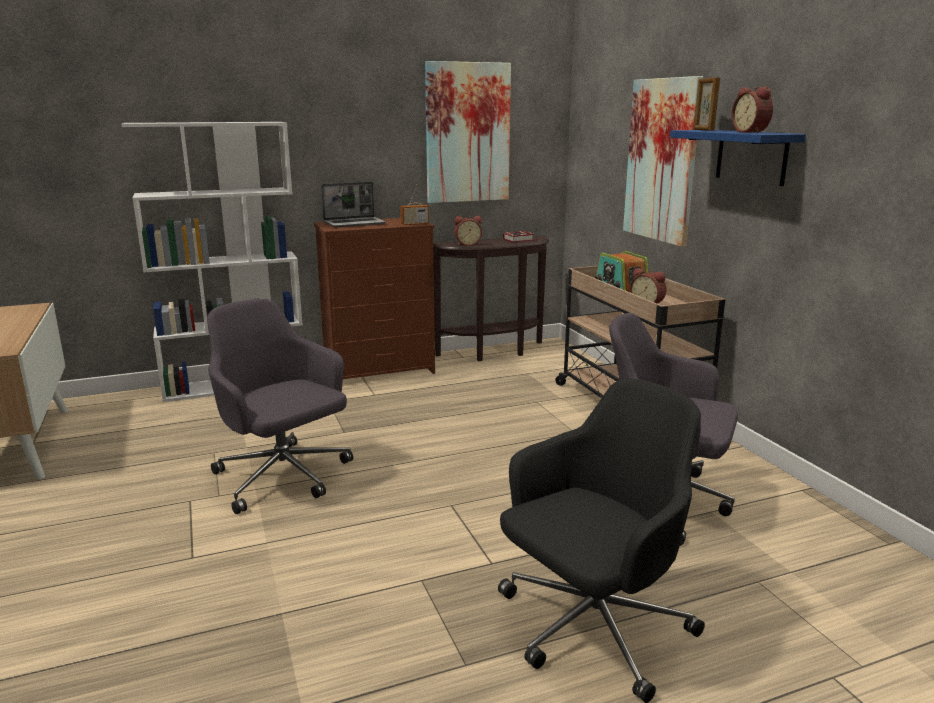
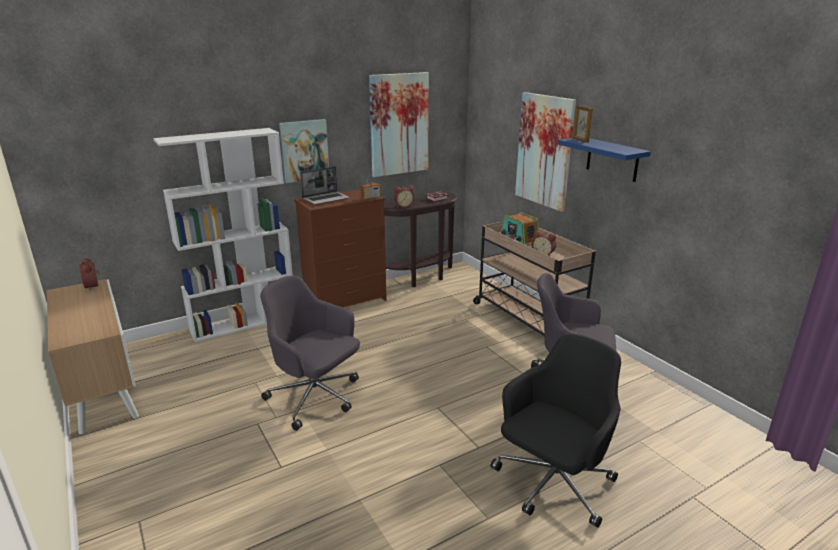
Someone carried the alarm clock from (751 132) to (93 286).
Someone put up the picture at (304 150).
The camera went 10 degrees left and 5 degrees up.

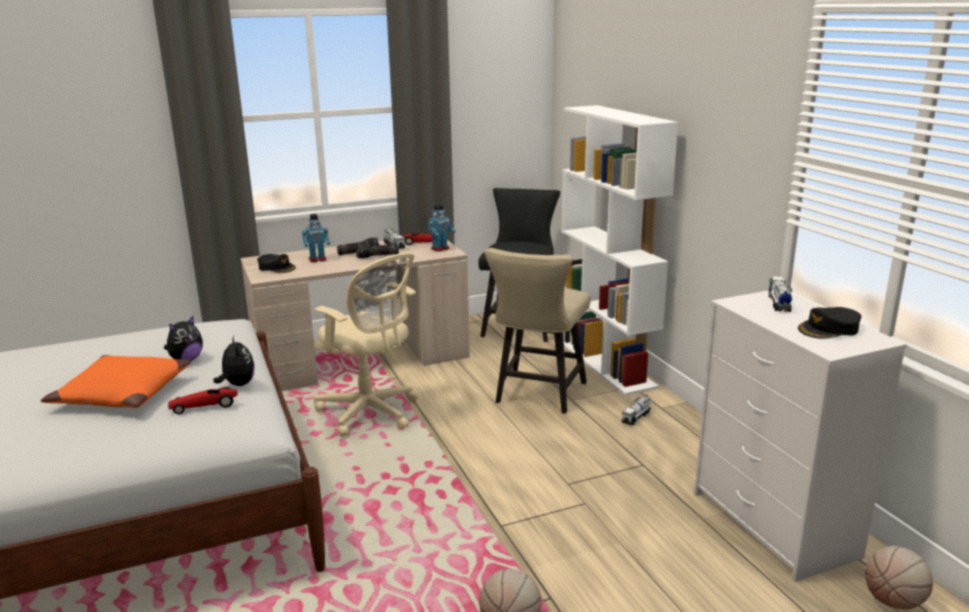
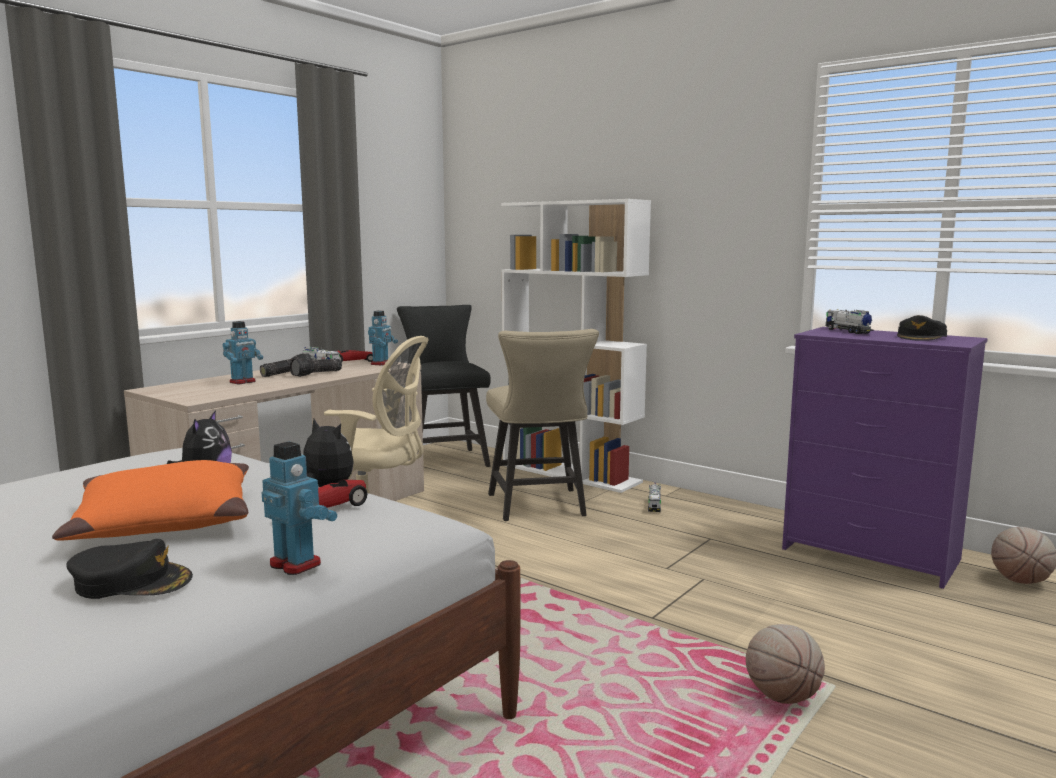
Someone carried the black cap from (277 267) to (132 581).
Someone repainted the white dresser at (775 525), which became the purple dresser at (871 554).
Someone put down the toy robot at (296 564).
The camera went 30 degrees left and 10 degrees down.

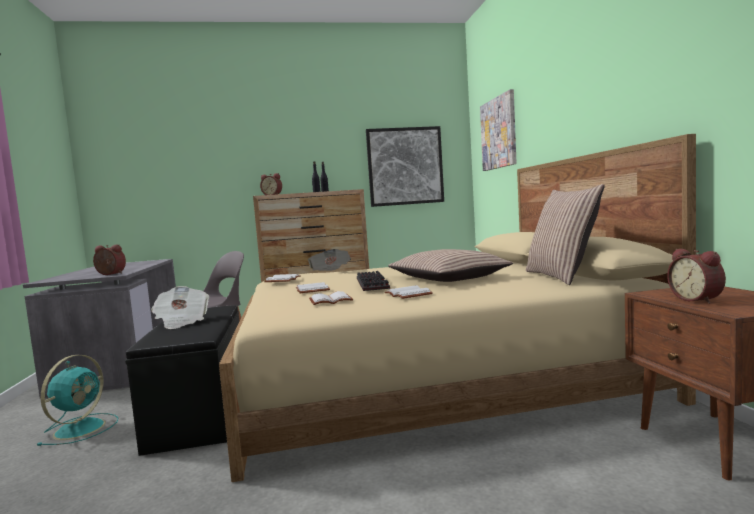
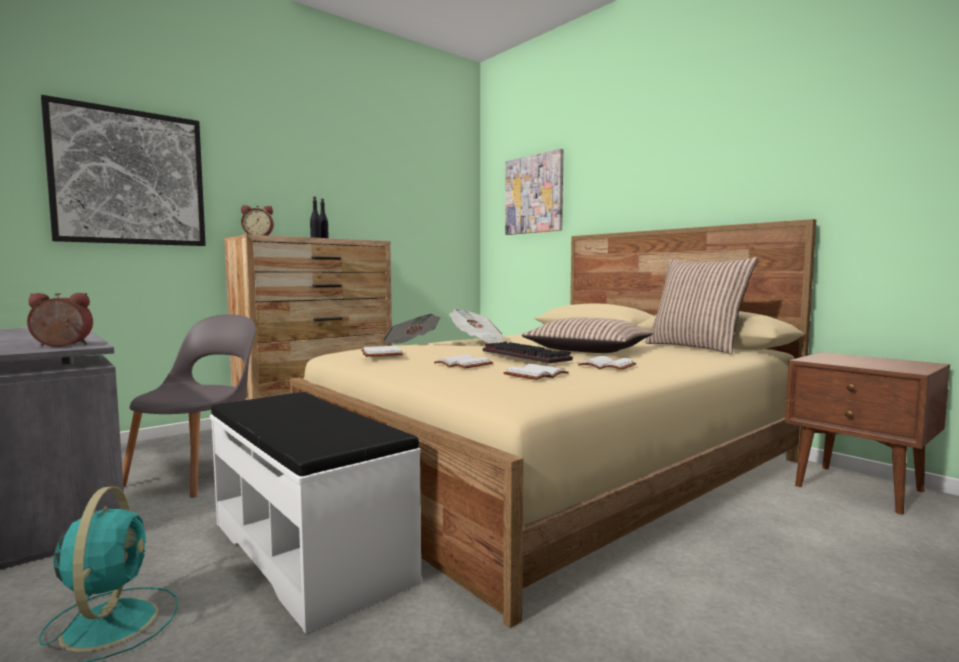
Someone carried the picture from (405 166) to (129 177).
Someone took away the alarm clock at (697 299).
Someone carried the newspaper from (182 322) to (478 341).
Someone repainted the black bench at (202 409), which became the white bench at (310 550).
The camera went 30 degrees left and 0 degrees up.

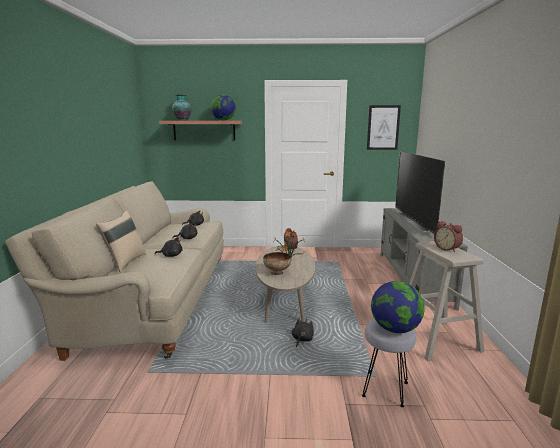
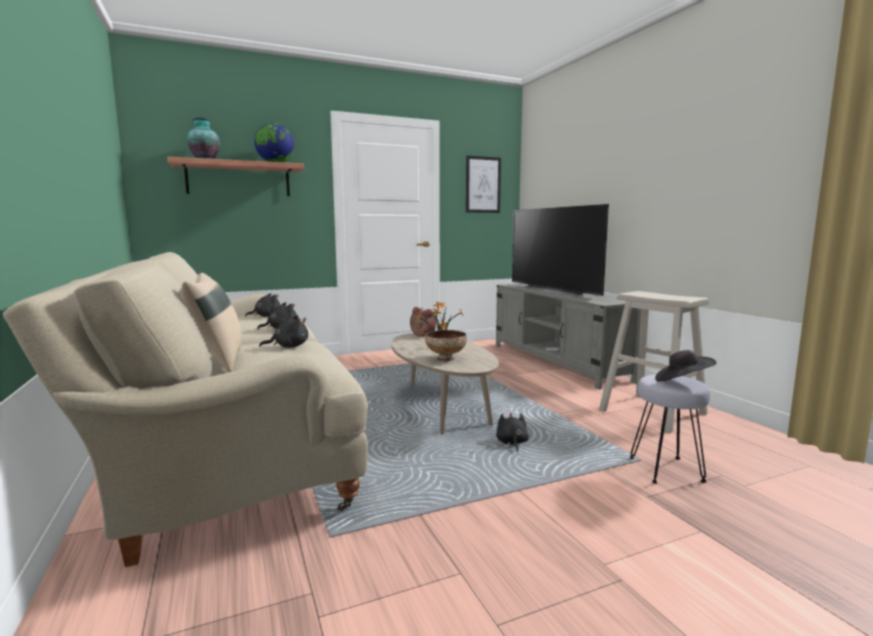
Someone took away the alarm clock at (447 248).
Someone swapped the globe at (395 329) for the black hat at (682 382).
The camera went 25 degrees left and 5 degrees down.

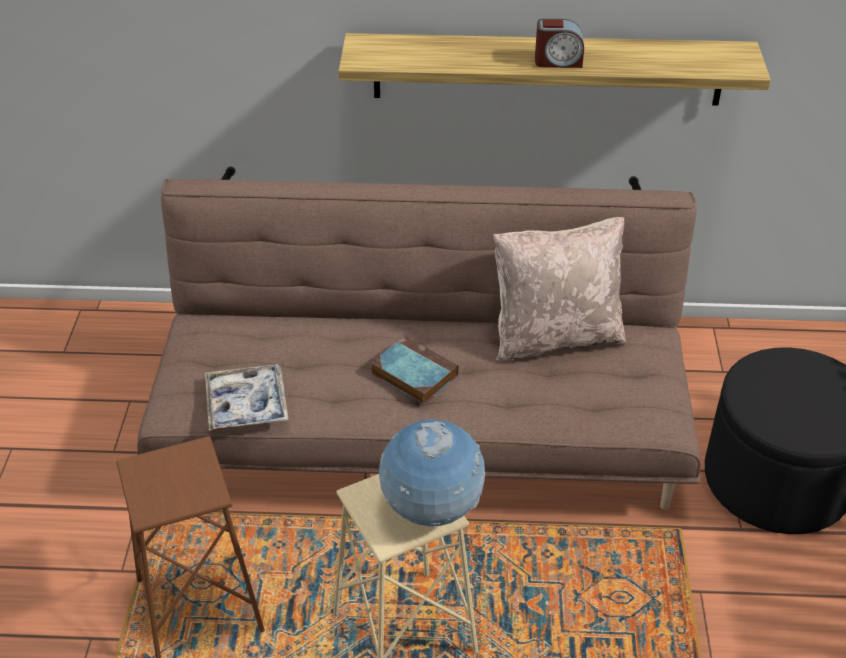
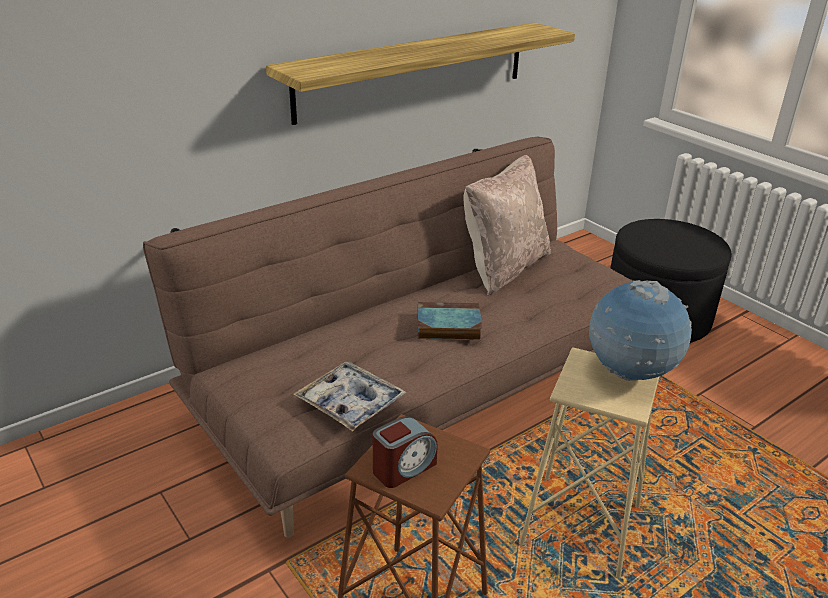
Someone carried the alarm clock from (558 61) to (403 468).
The camera went 40 degrees left and 10 degrees down.

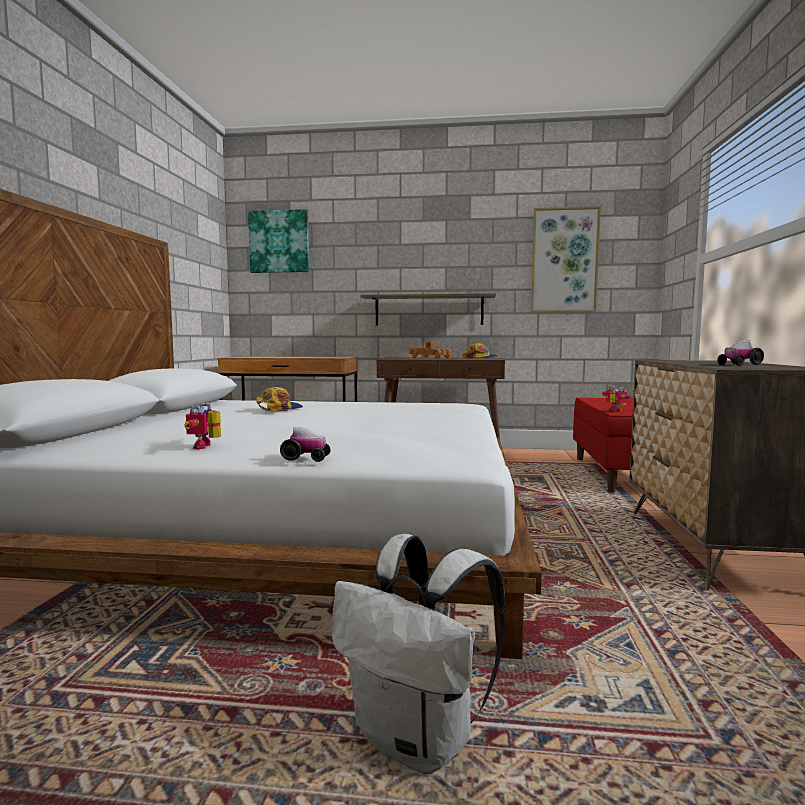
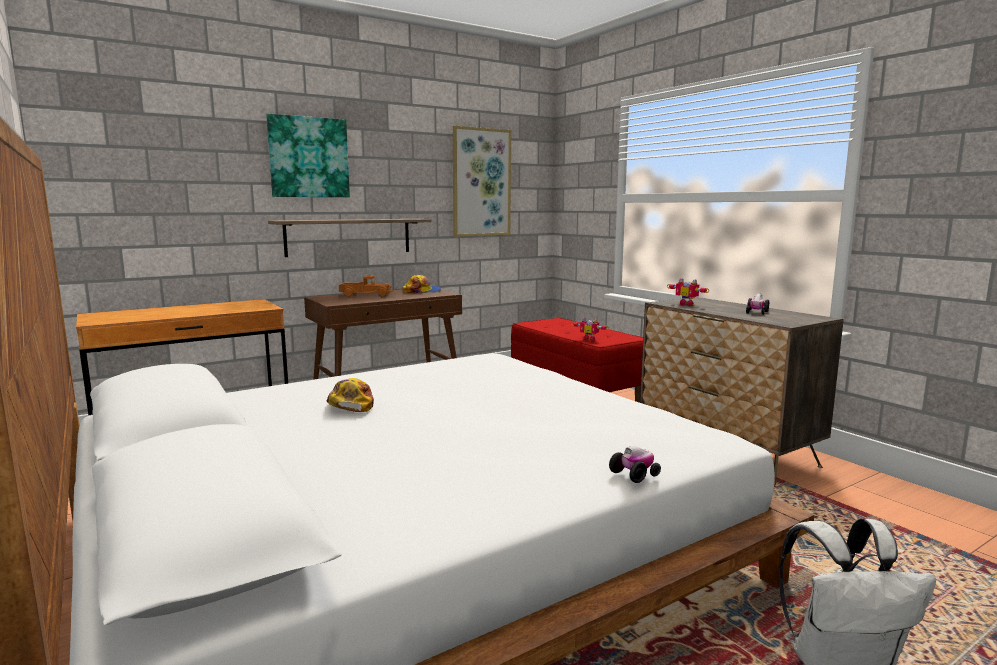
Someone carried the picture from (279 242) to (308 157).
Someone carried the toy robot from (207 446) to (688 304).
The camera went 40 degrees left and 5 degrees up.

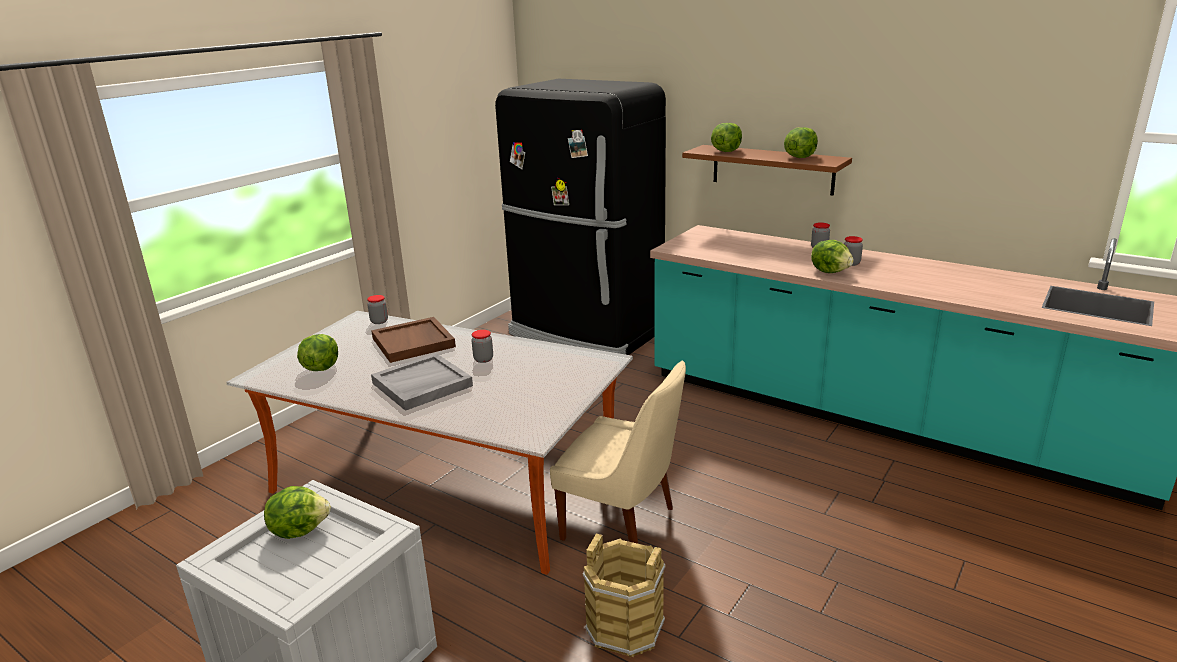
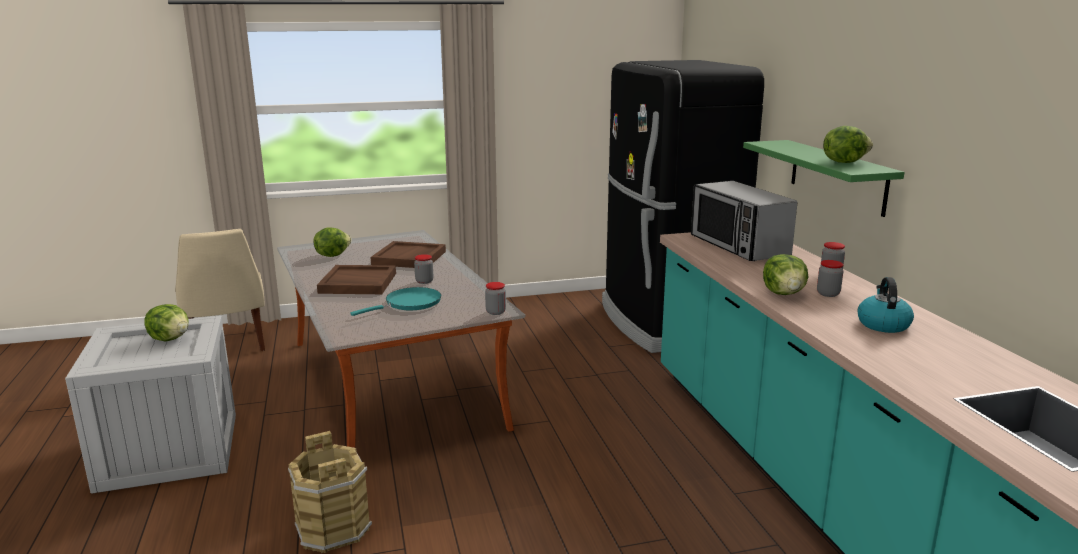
Someone took away the lettuce at (726 151).
Someone repainted the brown shelf at (772 169), which became the green shelf at (837 176).
Someone carried the jar from (379 321) to (495 312).
Someone repainted the grey tray at (422 385), which became the brown tray at (357 283).
Someone carried the beige chair from (622 525) to (227 346).
Someone put down the microwave at (738 246).
Someone put down the kettle at (882 324).
Someone put down the turquoise frying pan at (409 304).
The camera went 40 degrees right and 5 degrees down.

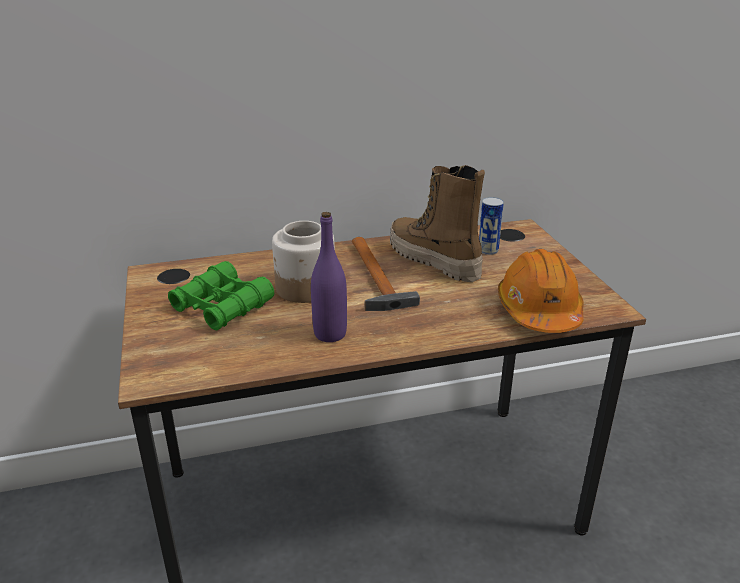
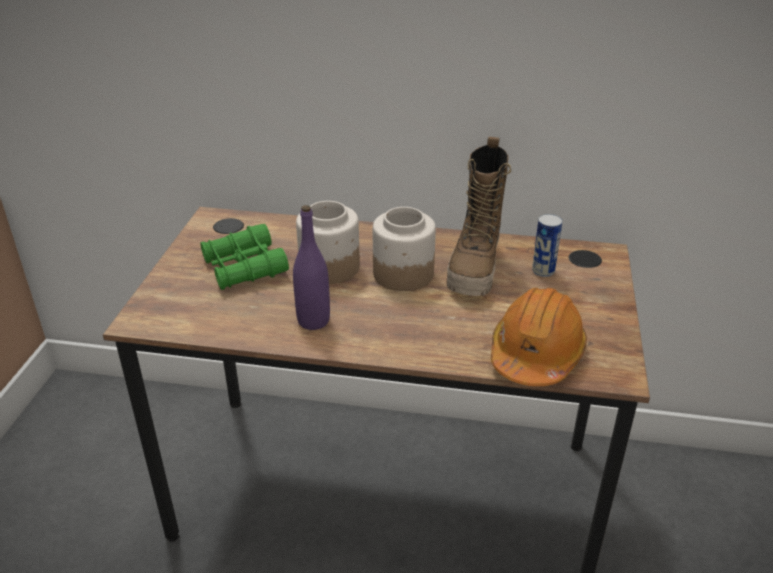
Someone rotated the boot at (433 261) by 150 degrees counterclockwise.
Someone swapped the hammer at (376 278) for the jar at (402 274).
The camera went 25 degrees right and 5 degrees up.

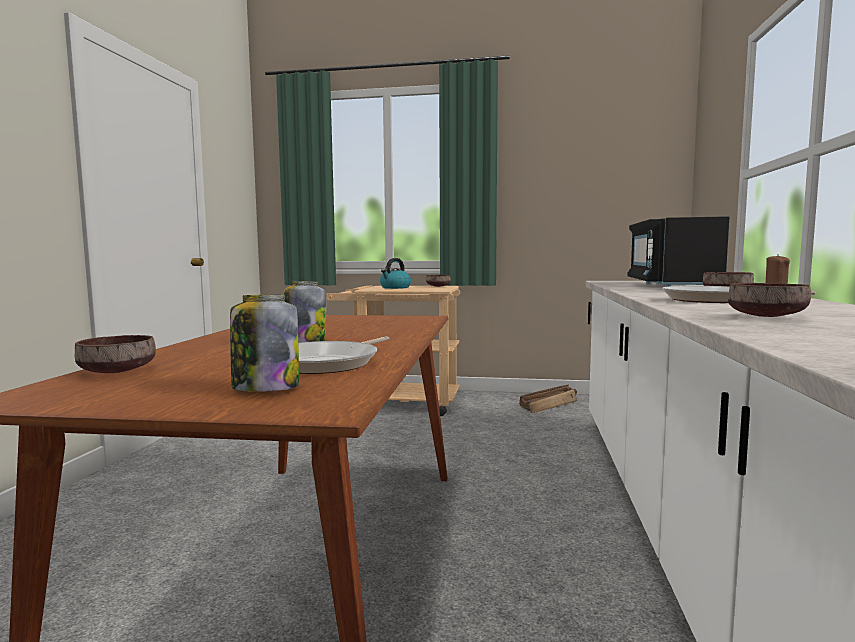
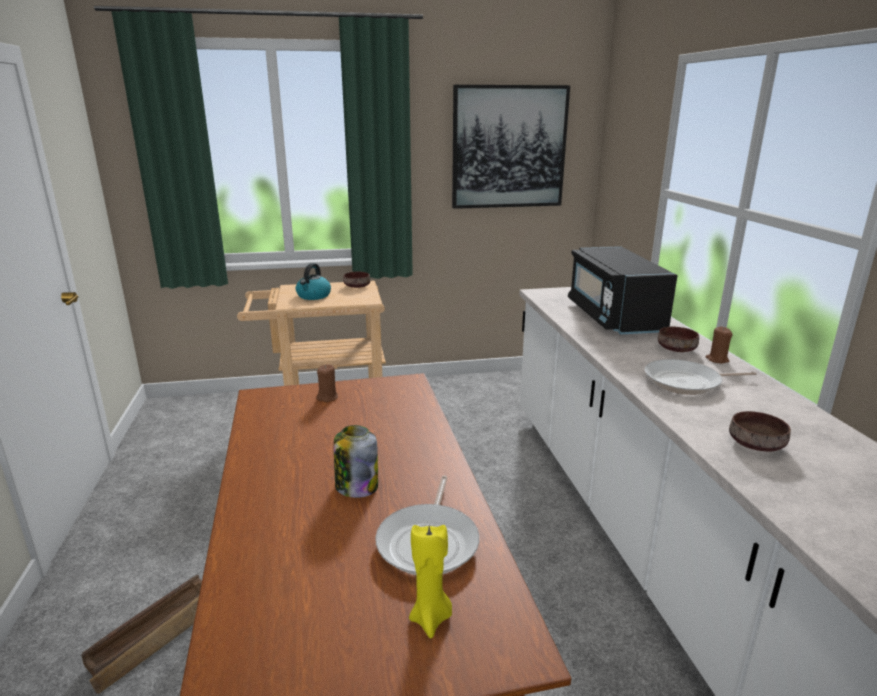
Someone swapped the jar at (265 388) for the yellow candle at (431 619).
Someone took away the brown bowl at (116 371).
Someone carried the crate from (550 405) to (154 637).
Someone put up the picture at (509 147).
Someone put down the brown candle at (327 397).
The camera went 20 degrees left and 15 degrees up.

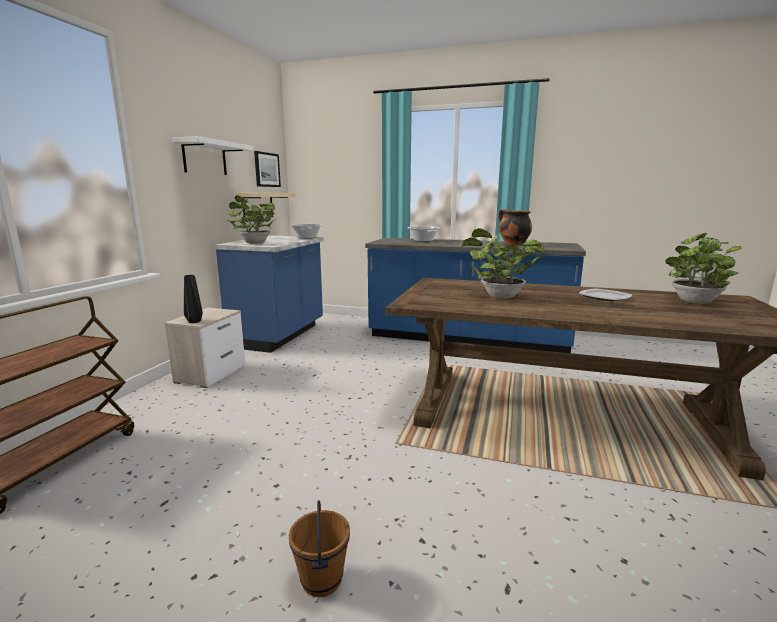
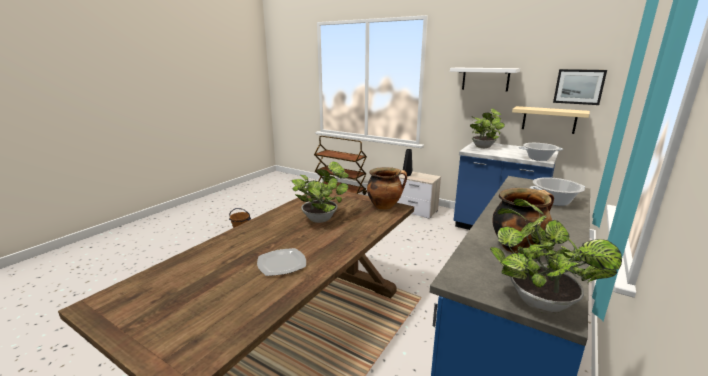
Someone carried the potted plant from (694 302) to (536 300).
Someone put down the cooking pot at (385 206).
The camera went 105 degrees right and 5 degrees up.

